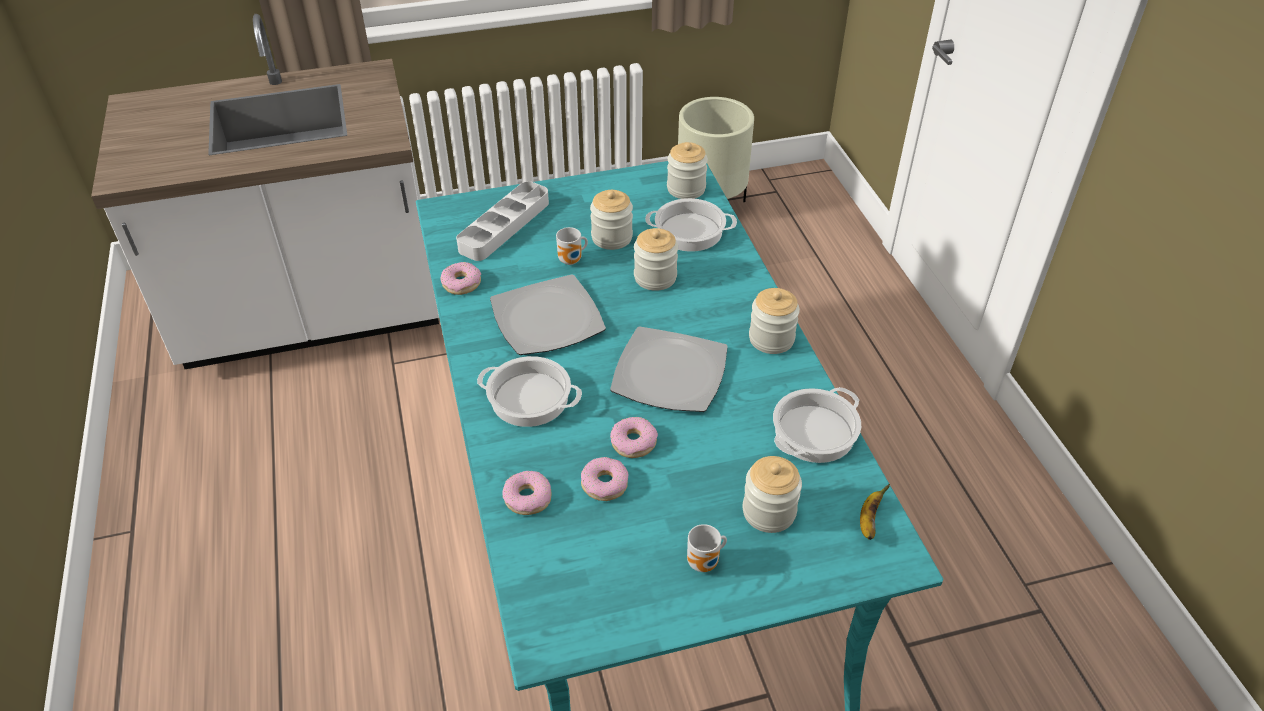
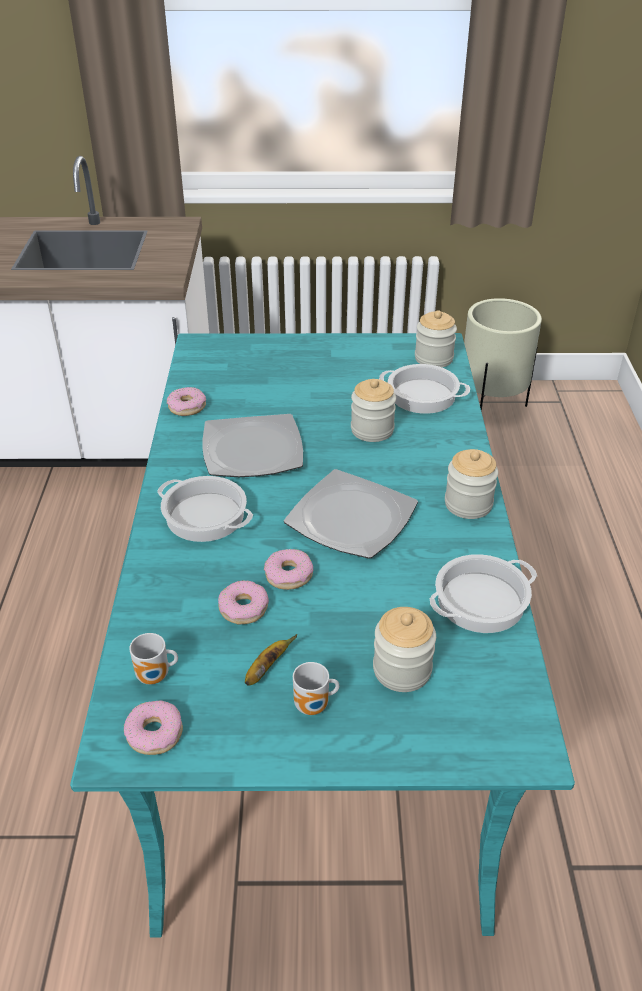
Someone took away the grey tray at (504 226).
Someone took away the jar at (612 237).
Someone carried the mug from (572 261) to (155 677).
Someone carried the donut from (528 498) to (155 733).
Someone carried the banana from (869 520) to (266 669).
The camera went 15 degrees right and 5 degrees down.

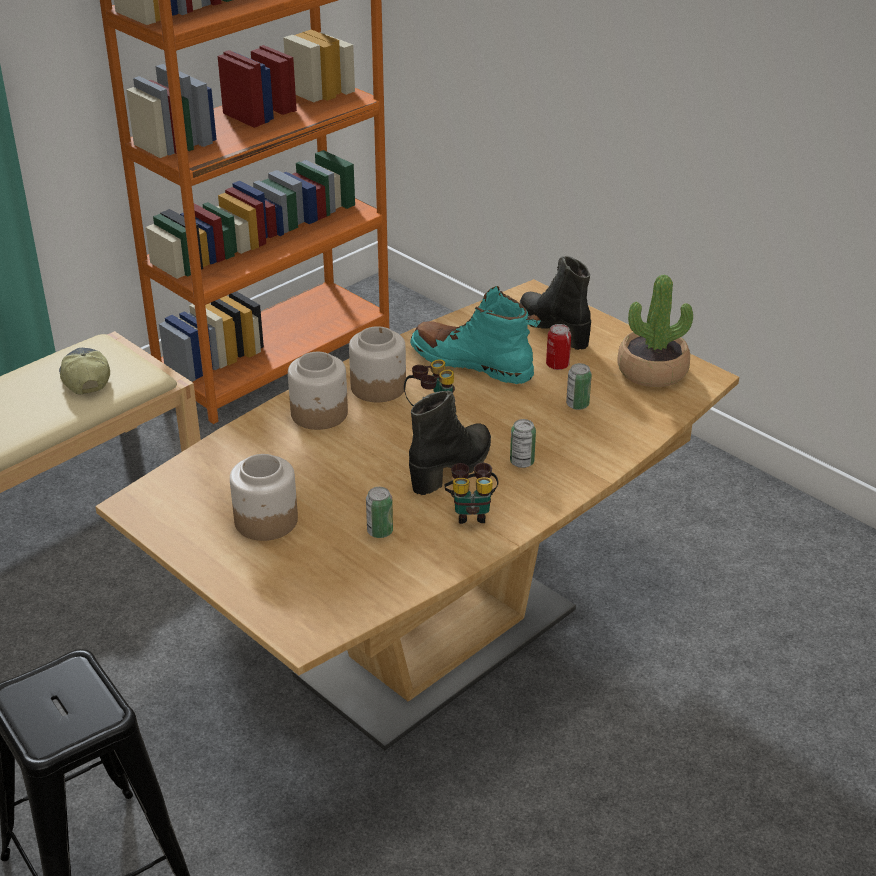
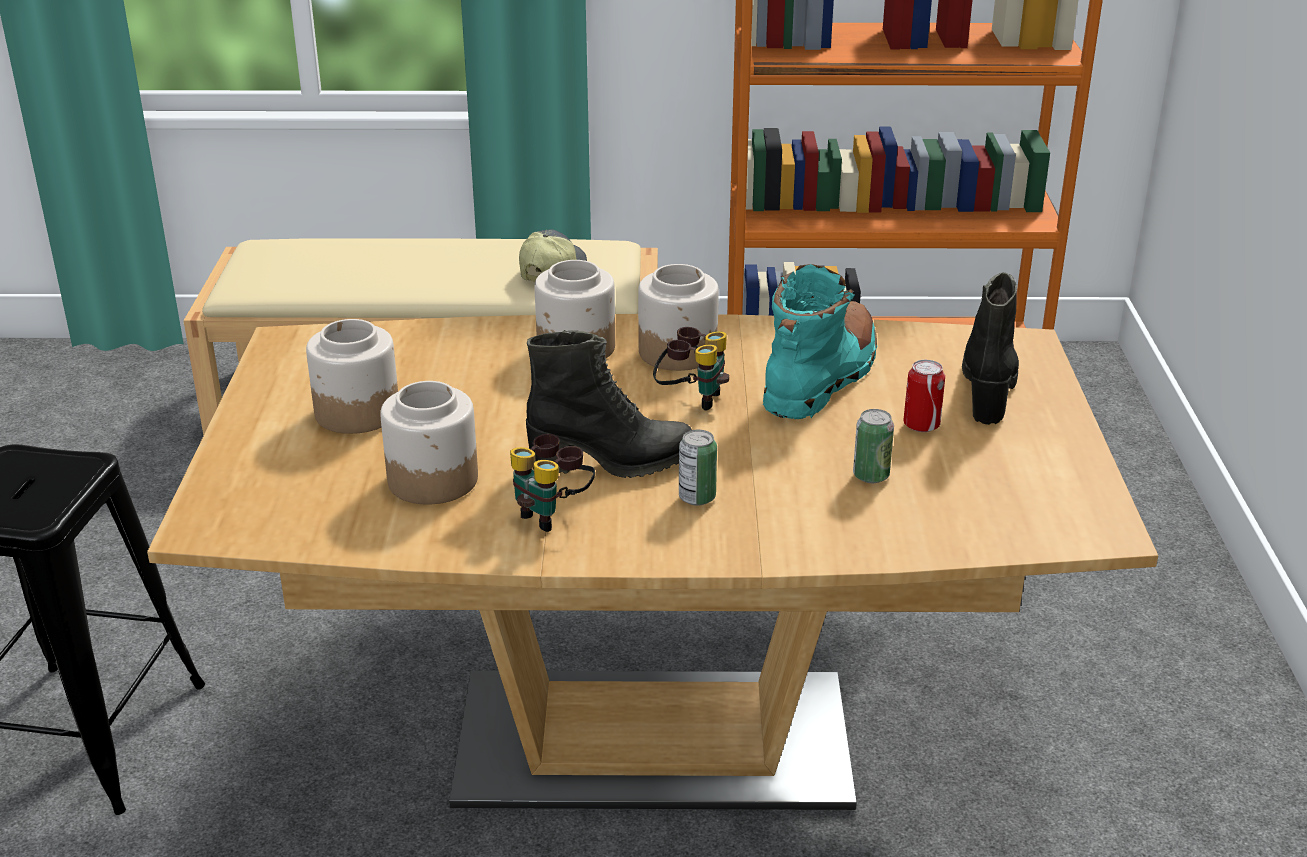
Someone took away the potted plant at (652 371).
Someone rotated the turquoise boot at (472 363) by 45 degrees clockwise.
Someone swapped the can at (380 531) for the jar at (434 480).
The camera went 45 degrees right and 5 degrees down.

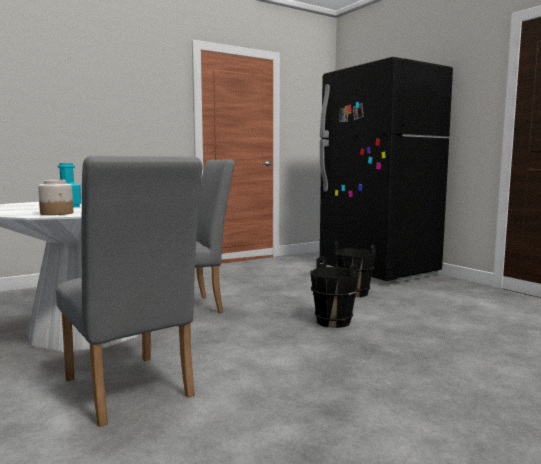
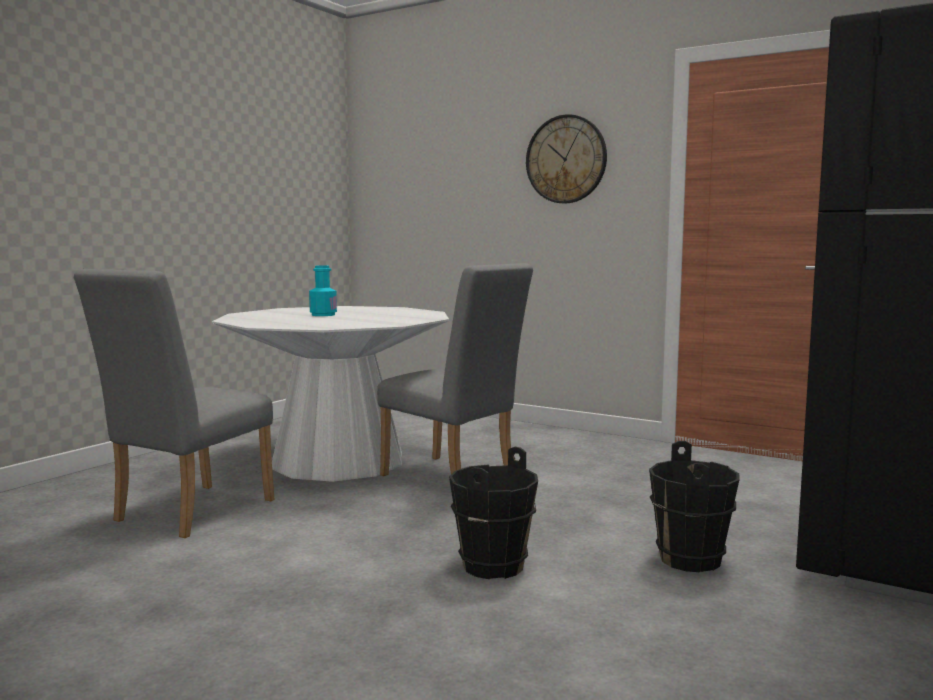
Someone took away the jar at (57 213).
Someone put up the wall clock at (566 159).
The camera went 65 degrees right and 0 degrees up.

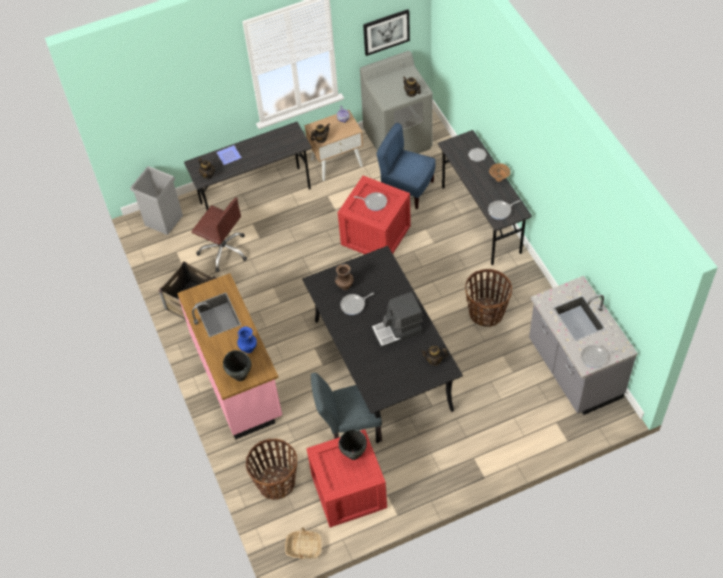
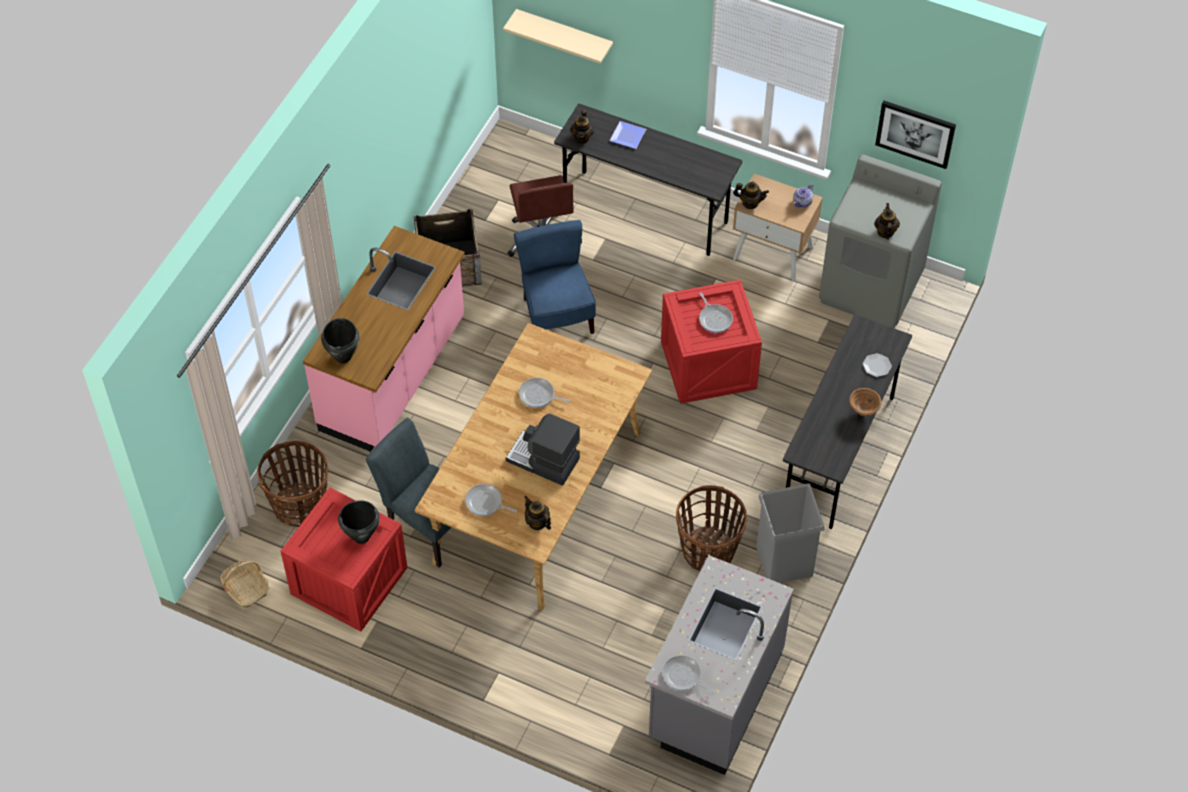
Someone carried the blue chair from (407 189) to (556 316).
Someone carried the grey trash can from (164 220) to (784 561).
Someone carried the frying pan from (500 211) to (486 503).
Someone repainted the black dining table at (383 364), which became the beige dining table at (538 498).
Someone took away the brown vase at (344 286).
Someone took away the blue vase at (248 348).
Someone put up the beige shelf at (564 35).
The camera went 45 degrees right and 0 degrees up.

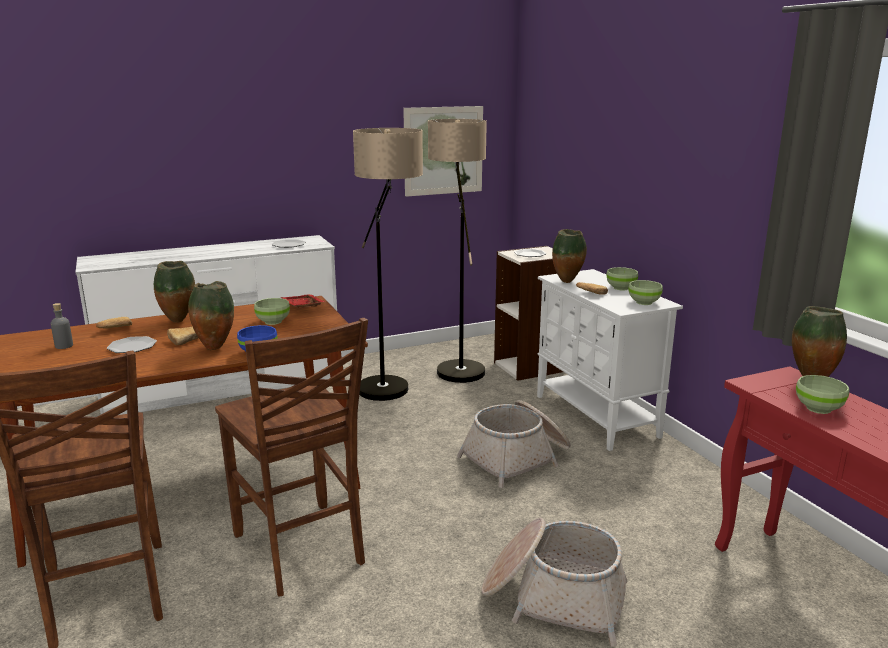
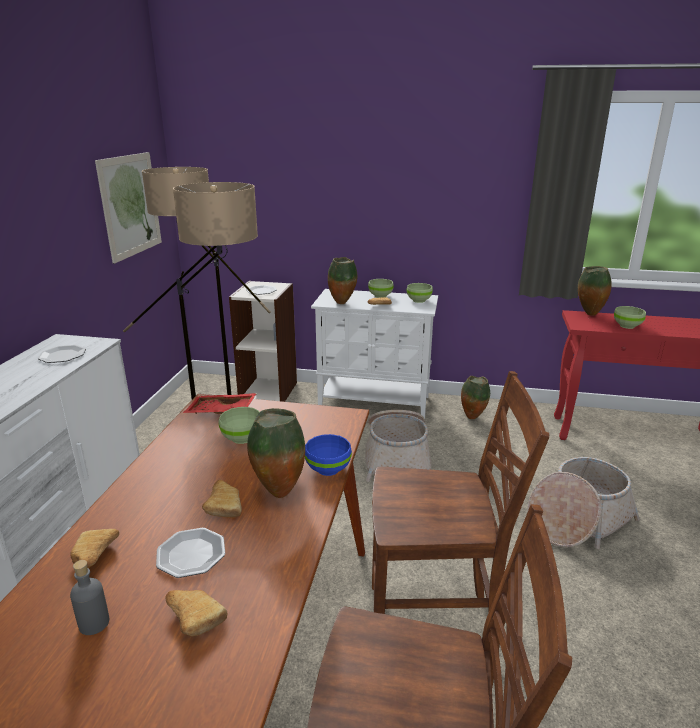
Someone carried the vase from (179 321) to (472 417).
Someone put down the bread at (193 617).
The camera went 55 degrees left and 5 degrees up.

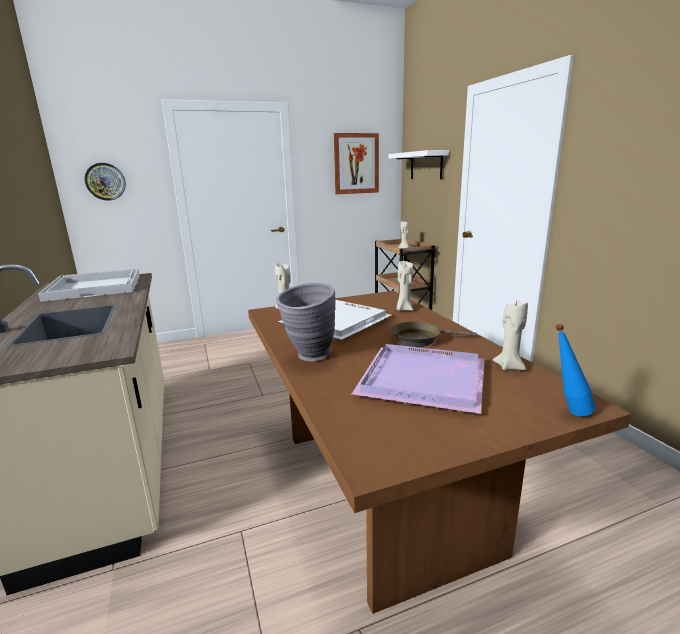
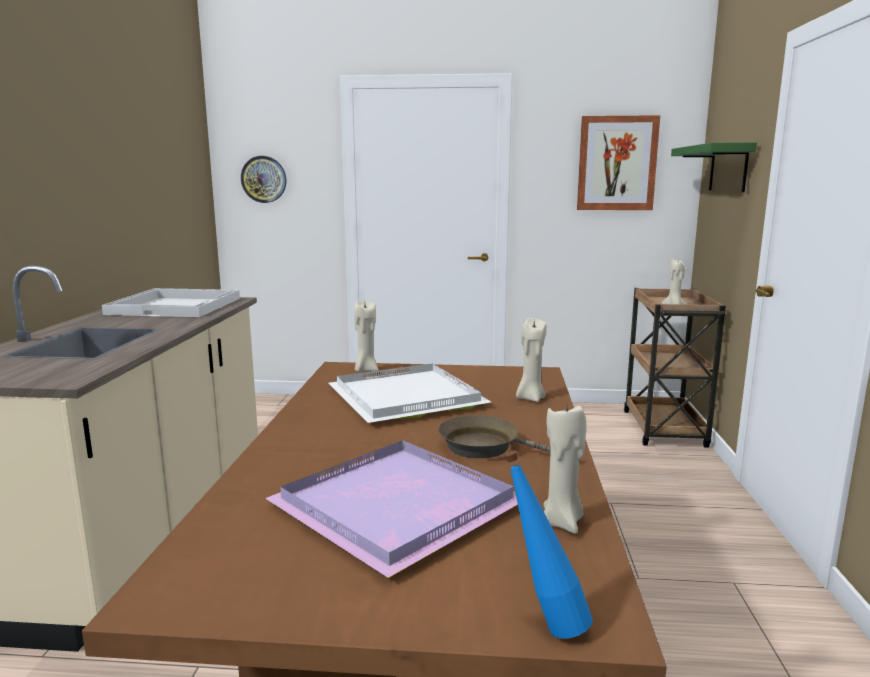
Someone repainted the white shelf at (426 165), which became the green shelf at (728 168).
Someone took away the grey vase at (309 357).
The camera went 25 degrees right and 5 degrees down.

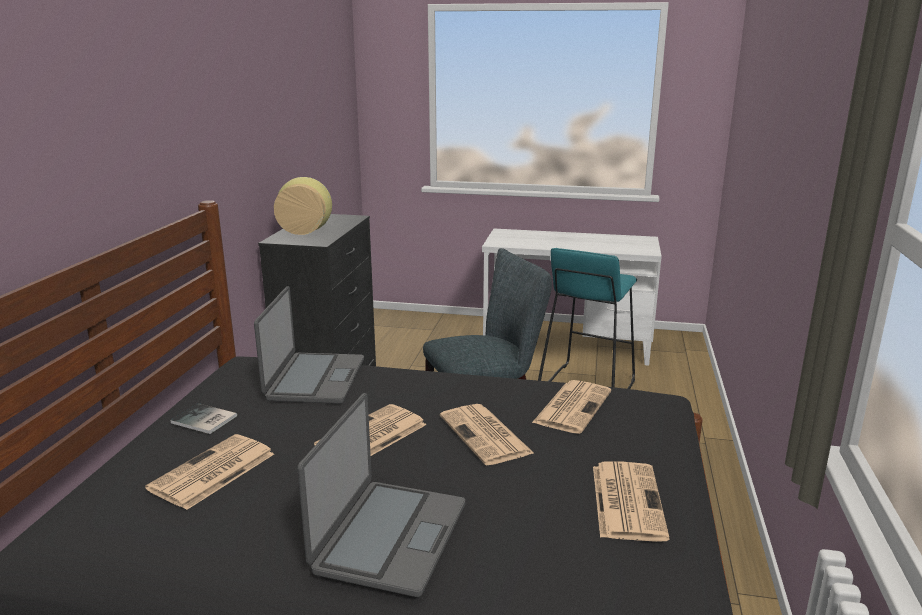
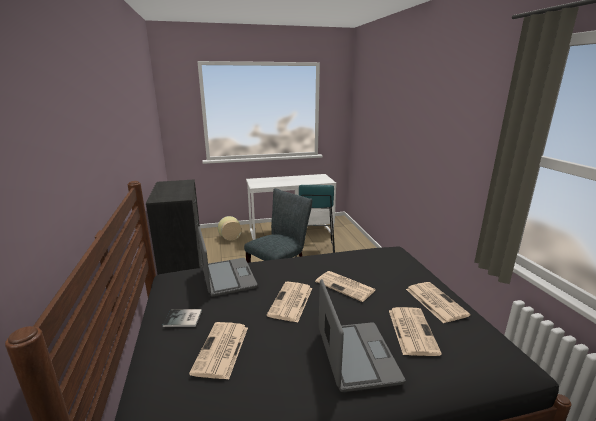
Someone carried the vase from (306 231) to (229 237).
Someone carried the newspaper from (572 406) to (411 330).
The camera went 25 degrees left and 0 degrees up.

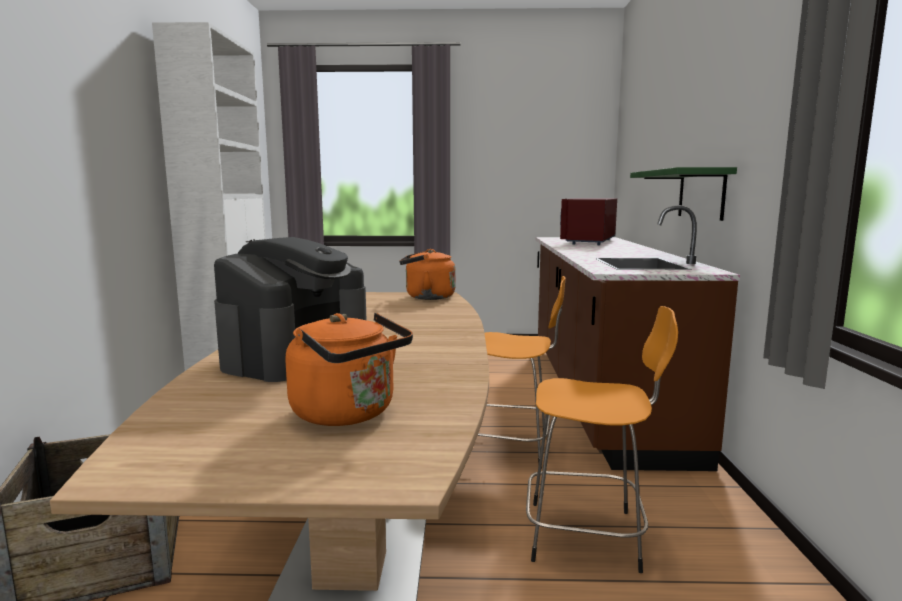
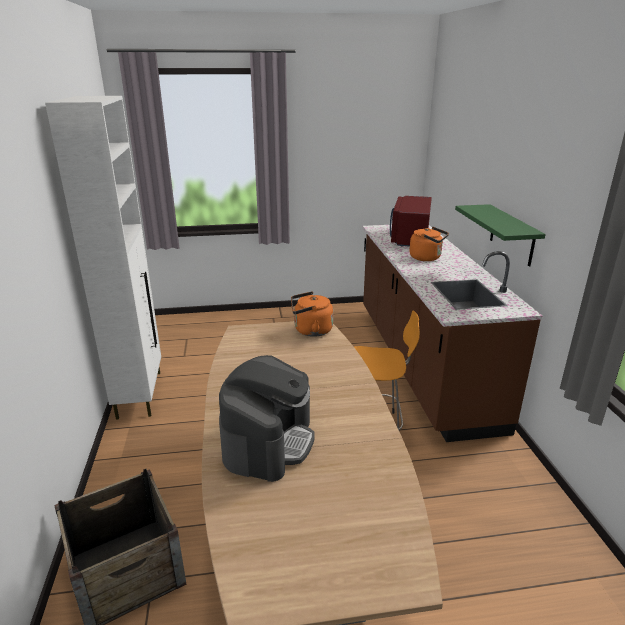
Someone took away the orange stool at (588 536).
Someone carried the orange kettle from (348 414) to (427 258).
The camera went 10 degrees left and 15 degrees up.

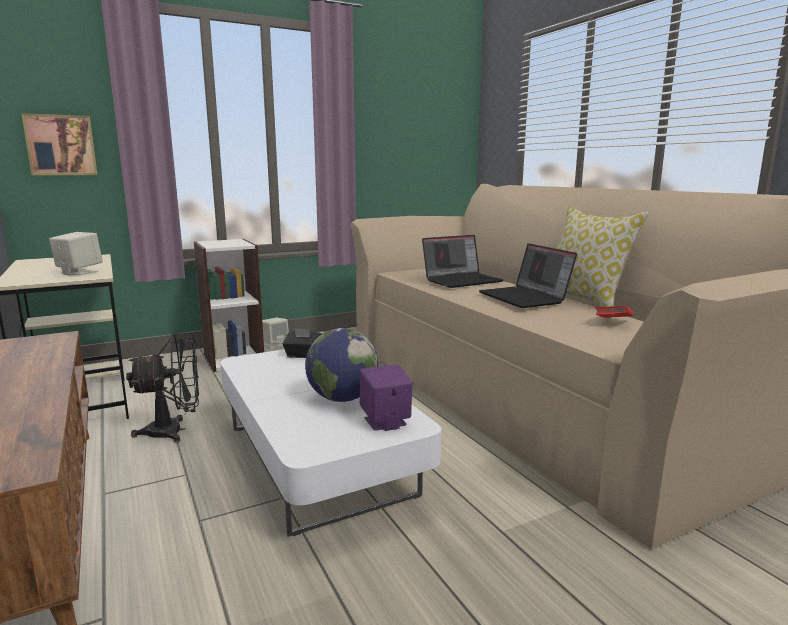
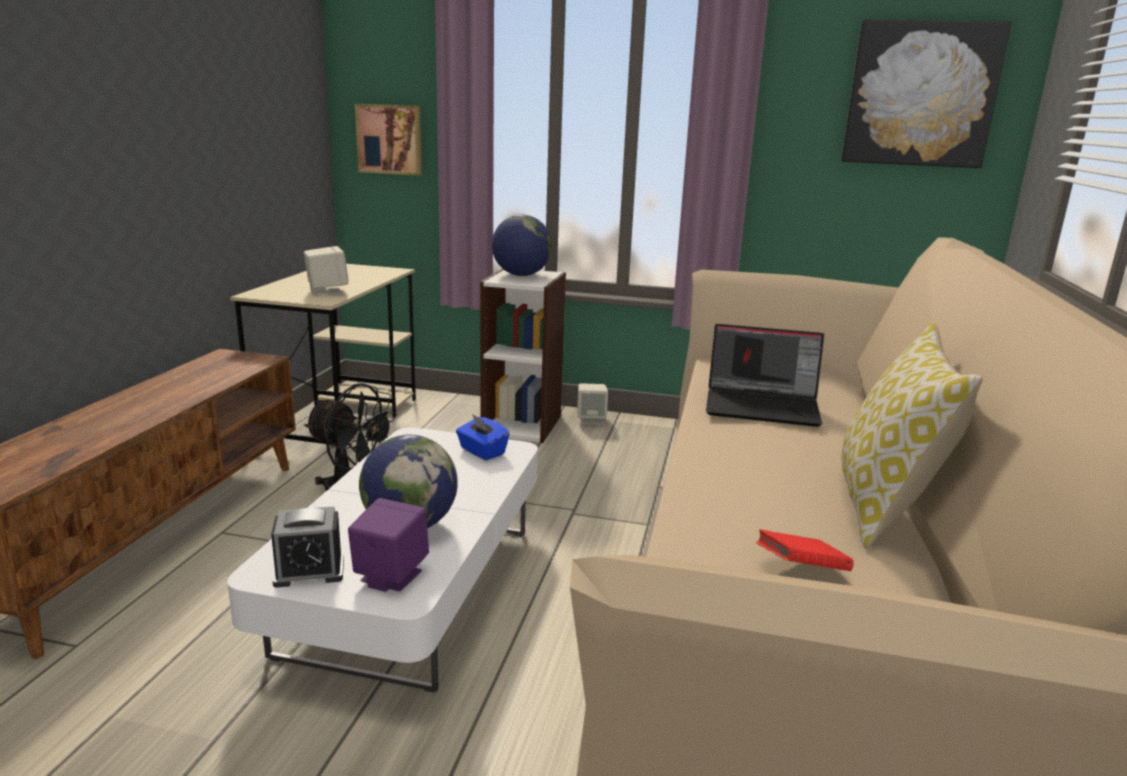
Someone took away the laptop at (525 298).
Someone repainted the black tissue box at (304 355), which became the blue tissue box at (482 451).
Someone put up the picture at (921 94).
Someone put down the globe at (521 275).
Someone put down the alarm clock at (309 571).
The camera went 40 degrees right and 5 degrees up.

